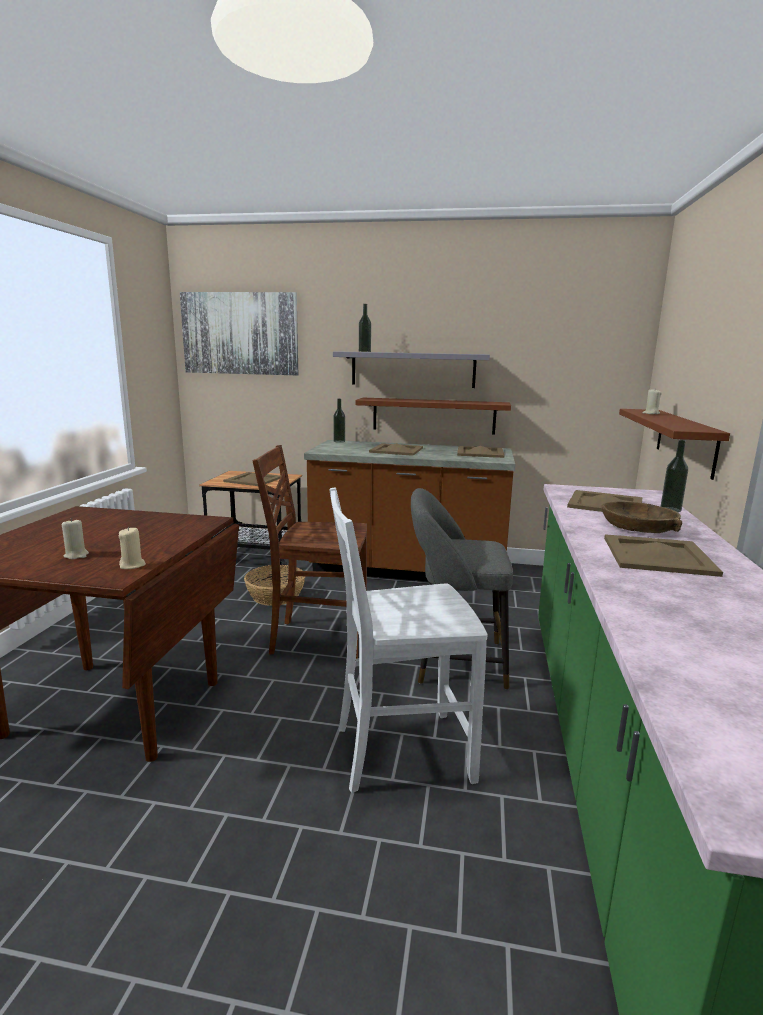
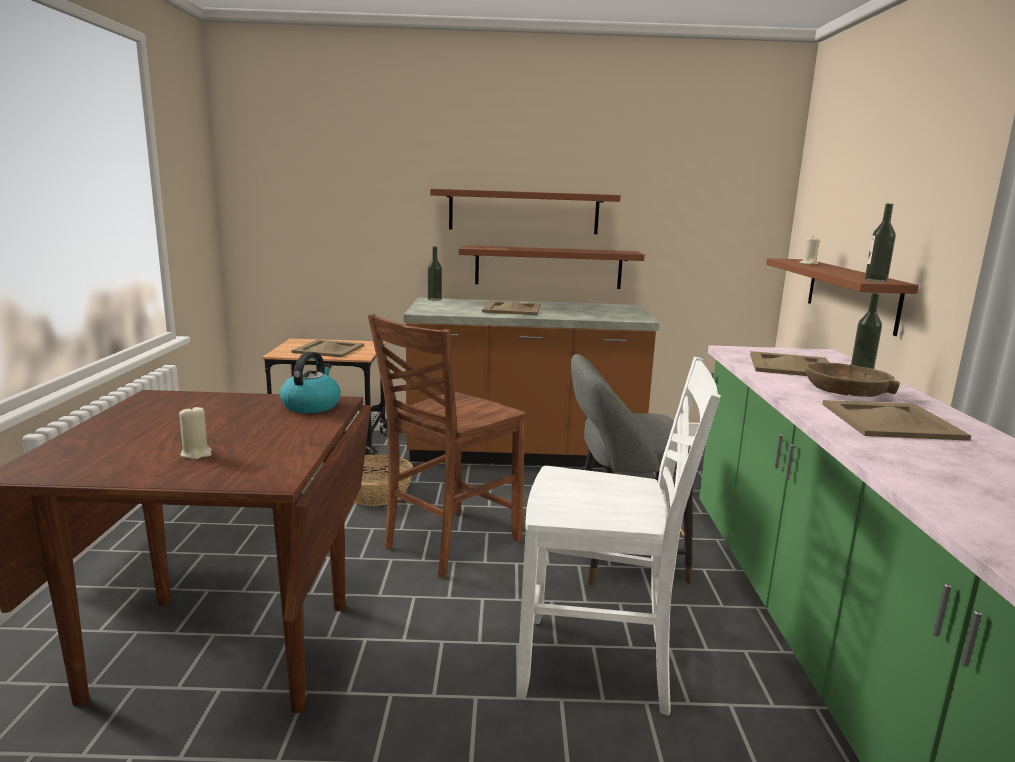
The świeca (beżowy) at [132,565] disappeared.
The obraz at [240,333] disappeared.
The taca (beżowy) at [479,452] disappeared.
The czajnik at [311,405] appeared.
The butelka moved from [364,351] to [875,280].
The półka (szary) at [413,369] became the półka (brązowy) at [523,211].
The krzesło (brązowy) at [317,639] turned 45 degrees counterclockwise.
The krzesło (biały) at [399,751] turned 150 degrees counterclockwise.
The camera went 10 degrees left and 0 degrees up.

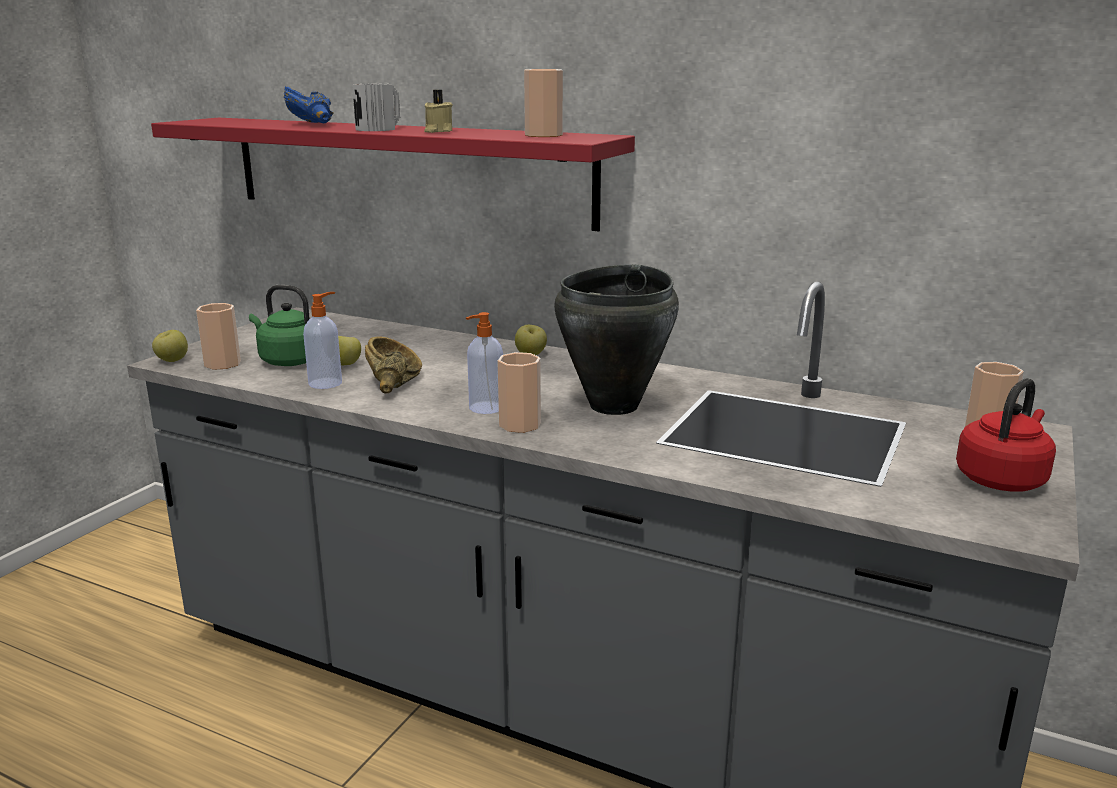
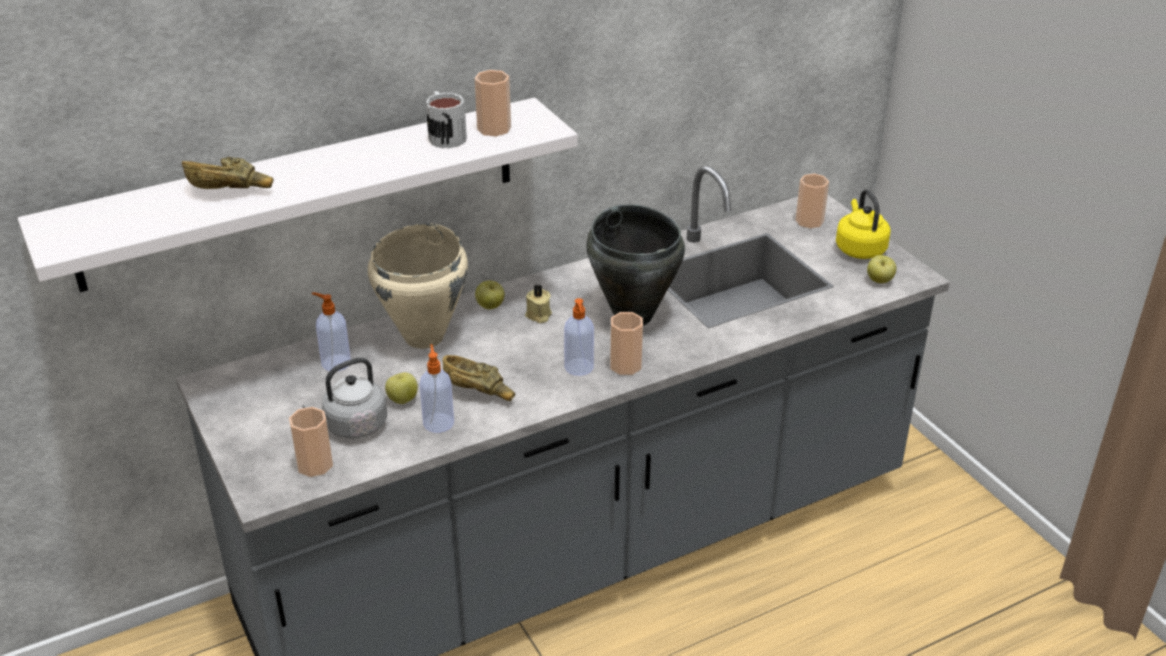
The dozownik mydła at [335,362] appeared.
The garnek (beżowy) at [425,337] appeared.
The jabłko moved from [172,361] to [879,281].
The kubek moved from [381,129] to [444,135].
The świeca (beżowy) moved from [437,131] to [538,315].
The półka (czerwony) at [405,170] became the półka (biały) at [302,192].
The czajnik (zielony) at [288,361] became the czajnik (szary) at [352,426].
The miska (niebieski) at [316,125] became the miska (brązowy) at [231,189].
The czajnik (czerwony) at [1002,479] became the czajnik (żółty) at [859,248].
The camera went 55 degrees left and 15 degrees up.

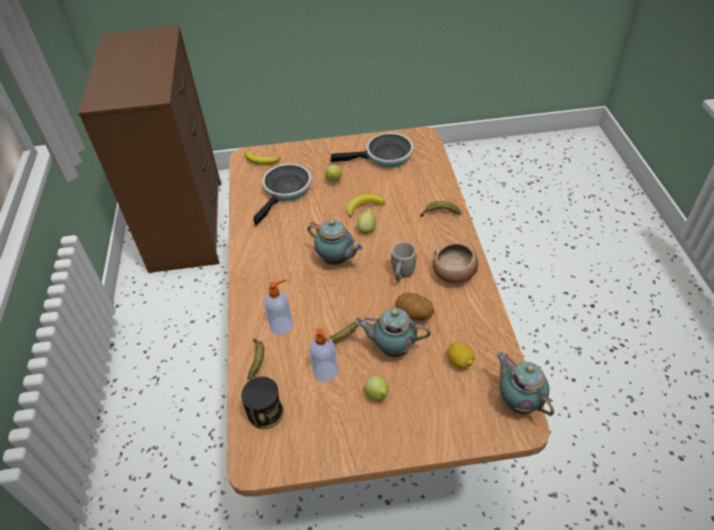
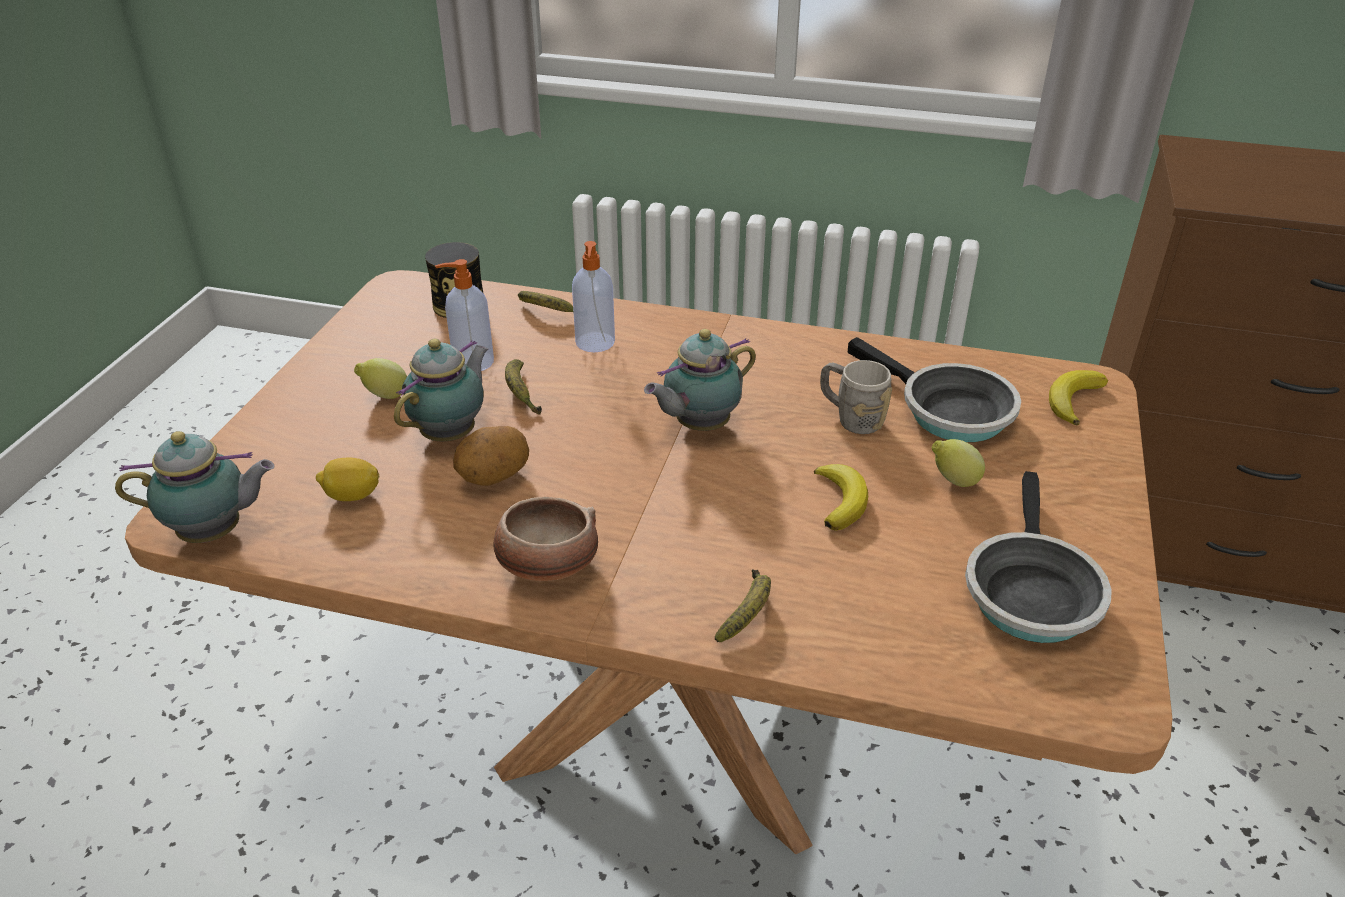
The cytryna at [367,229] disappeared.
The kubek (szary) moved from [402,274] to [851,418].
The camera went 110 degrees right and 10 degrees down.

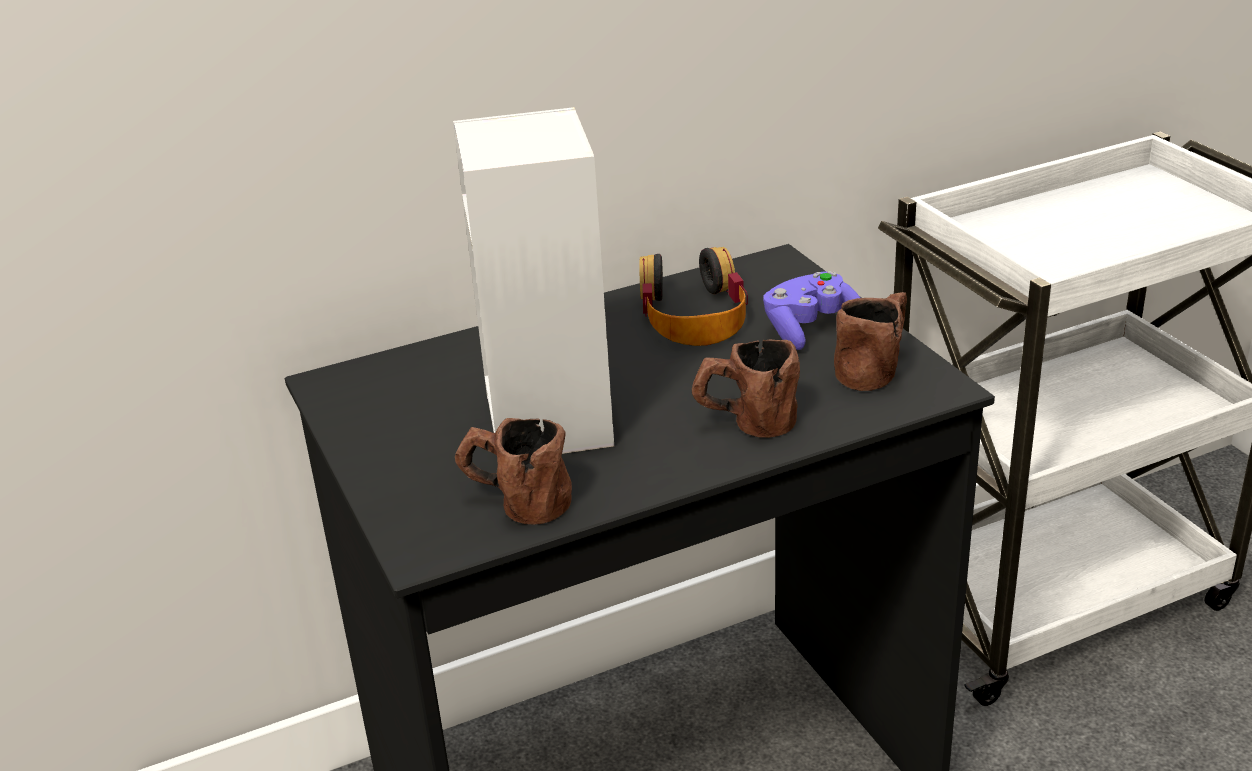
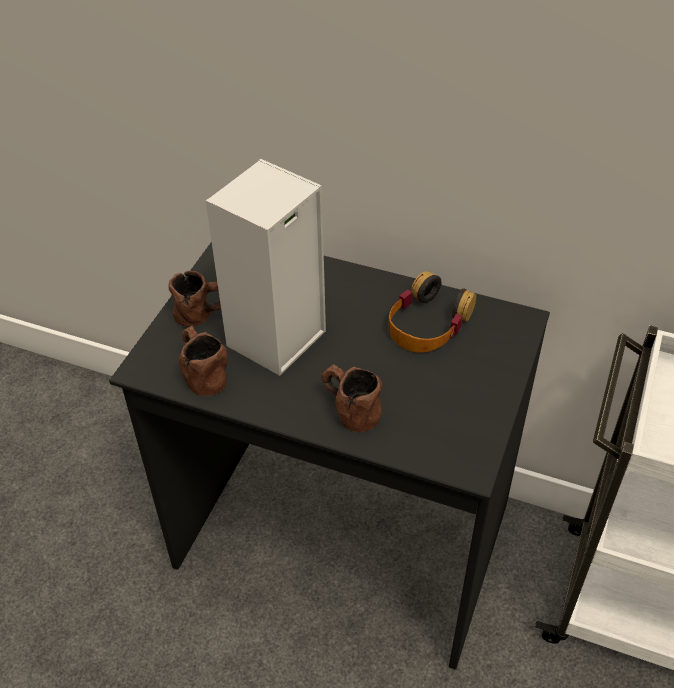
The pad do gier (fioletowy) at [811,328] disappeared.
The kubek (brązowy) moved from [875,367] to [205,314].
The camera went 45 degrees right and 15 degrees up.

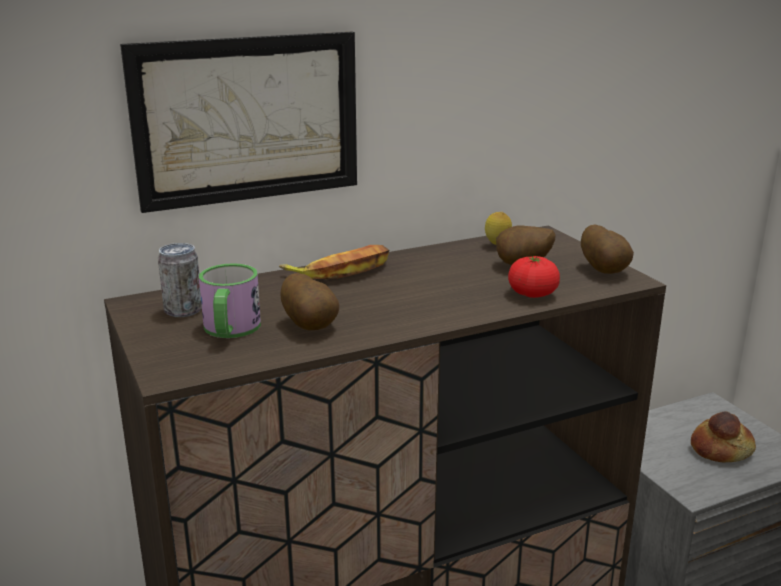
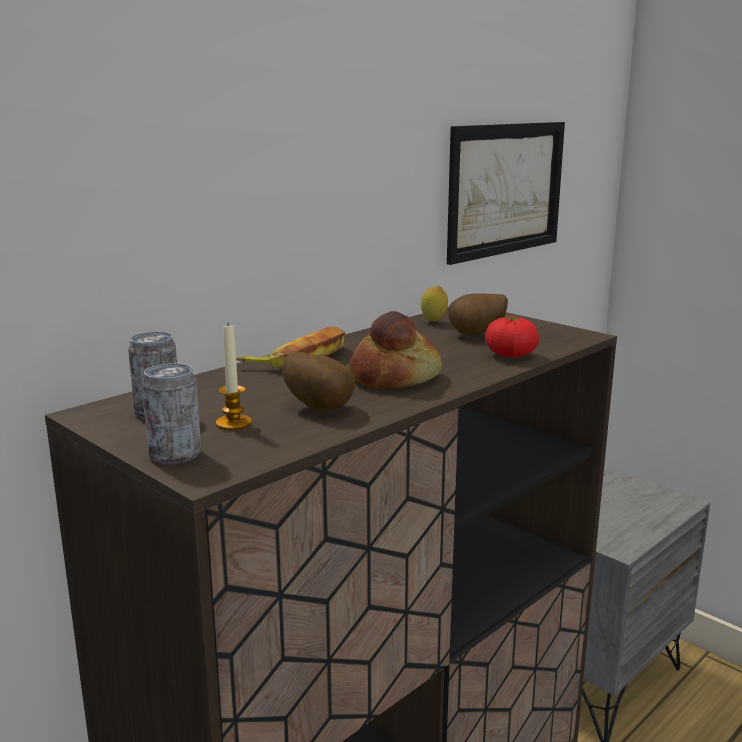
The ziemniak at [605,270] disappeared.
The puszka at [175,455] appeared.
The obraz moved from [247,119] to [506,189].
The chleb moved from [721,450] to [395,378].
The kubek at [230,330] was replaced by the świeca at [233,423].
The camera went 20 degrees left and 5 degrees down.

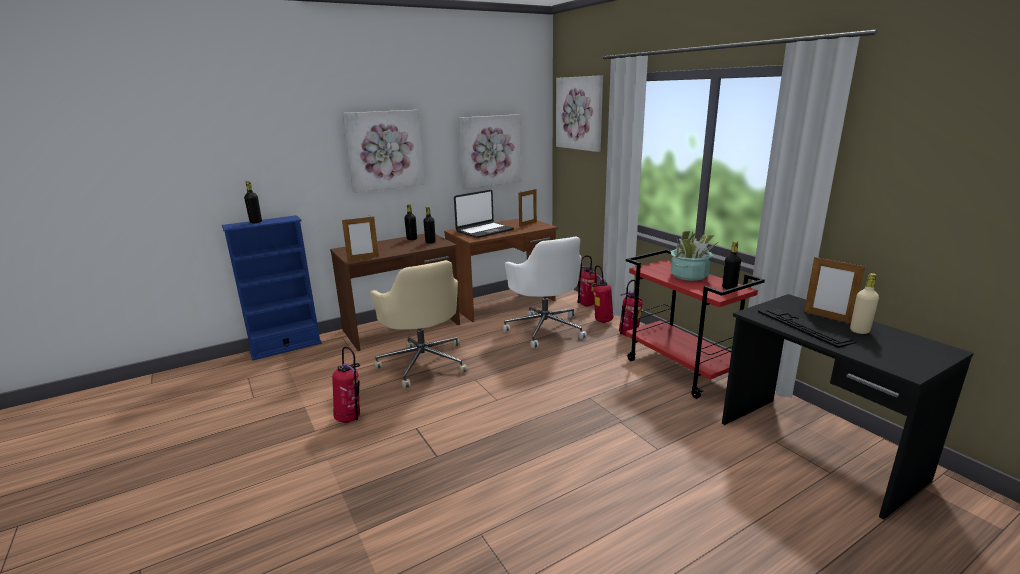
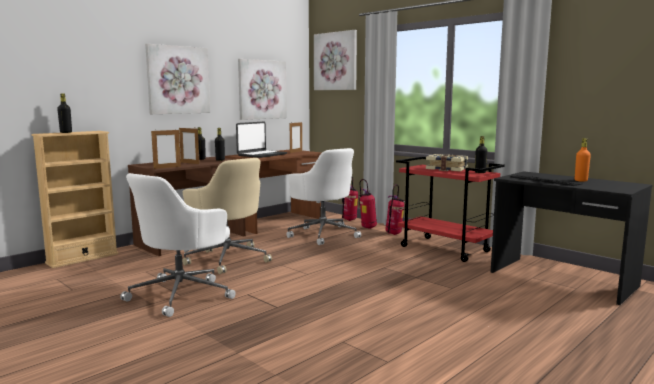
The ramka na zdjęcie moved from [827,317] to [190,163].
The gaśnica at [350,419] was replaced by the krzesło biurowe (biały) at [182,294].
The roślina doniczkowa at [689,275] was replaced by the książka at [447,169].
The regał (niebieski) at [286,347] became the regał (beżowy) at [82,258].
The butelka (beżowy) at [859,331] became the butelka (pomarańczowy) at [581,180].
The camera went 15 degrees left and 10 degrees down.

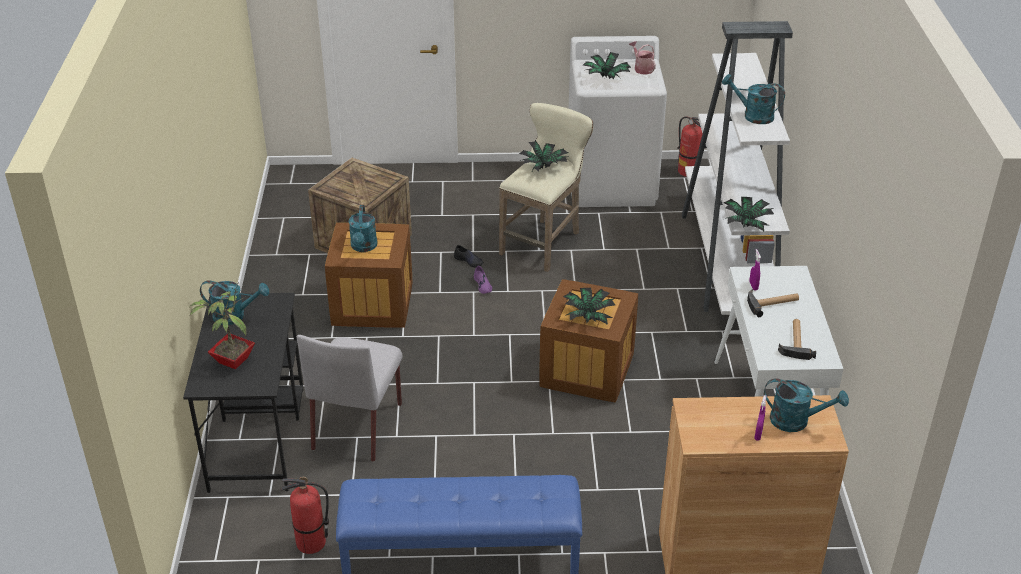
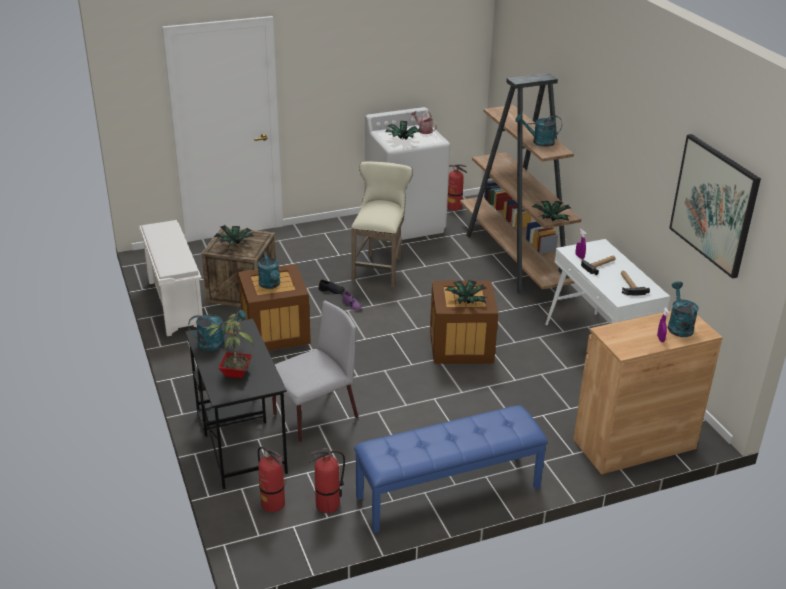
The regał na buty (biały) at [174,304] appeared.
The gaśnica at [273,504] appeared.
The obraz at [714,204] appeared.
The roślina doniczkowa moved from [544,168] to [235,244].
The regał (biały) at [729,262] became the regał (brązowy) at [516,260].
The krzesło (szary) at [357,425] turned 120 degrees counterclockwise.
The konewka (turkusowy) at [796,421] turned 90 degrees counterclockwise.
The camera went 20 degrees left and 5 degrees down.

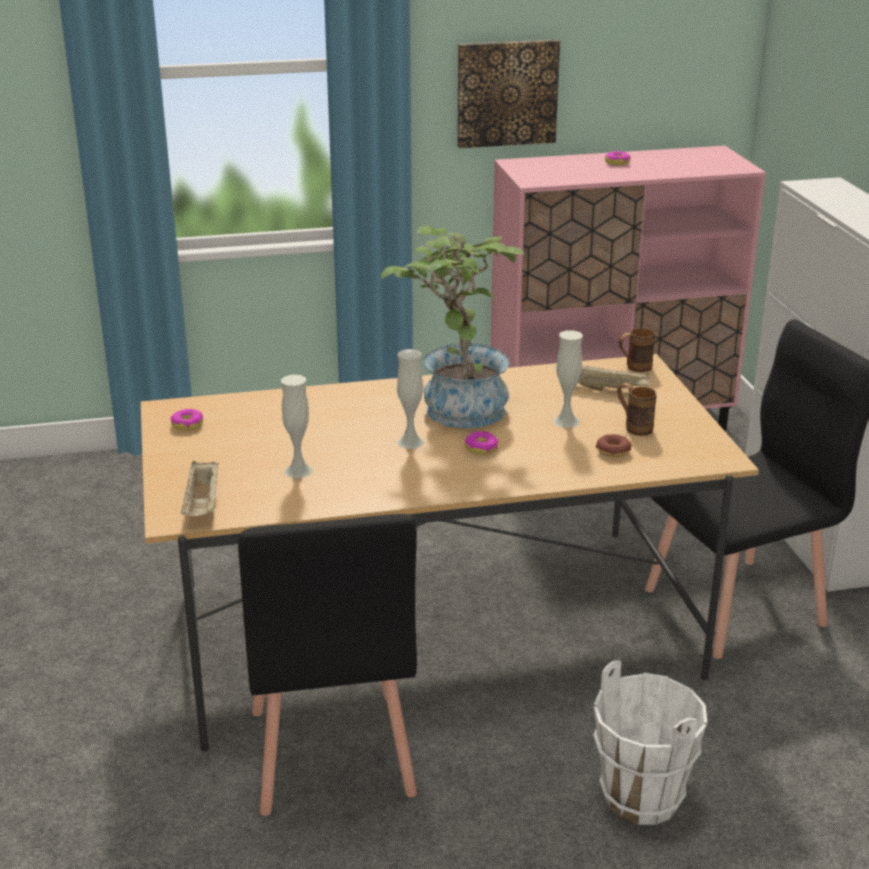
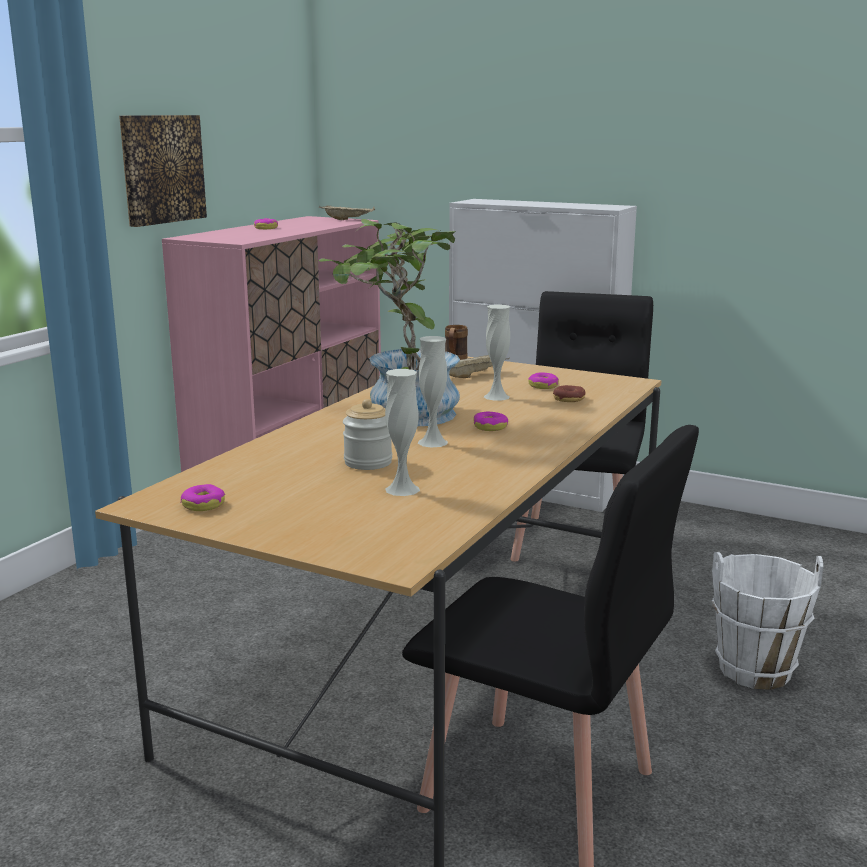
The słoik at [368,462] appeared.
The taca (beżowy) moved from [203,504] to [348,220].
The kubek (brązowy) at [633,427] was replaced by the donut at [543,386].
The camera went 50 degrees left and 10 degrees down.

